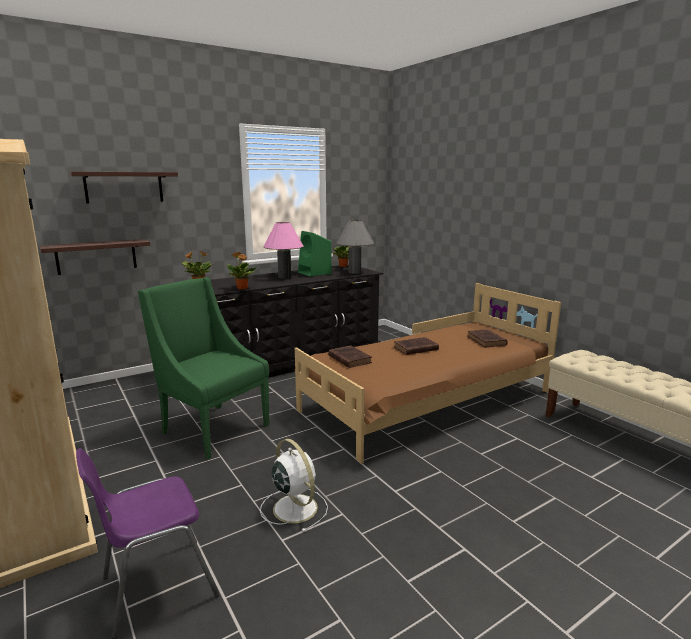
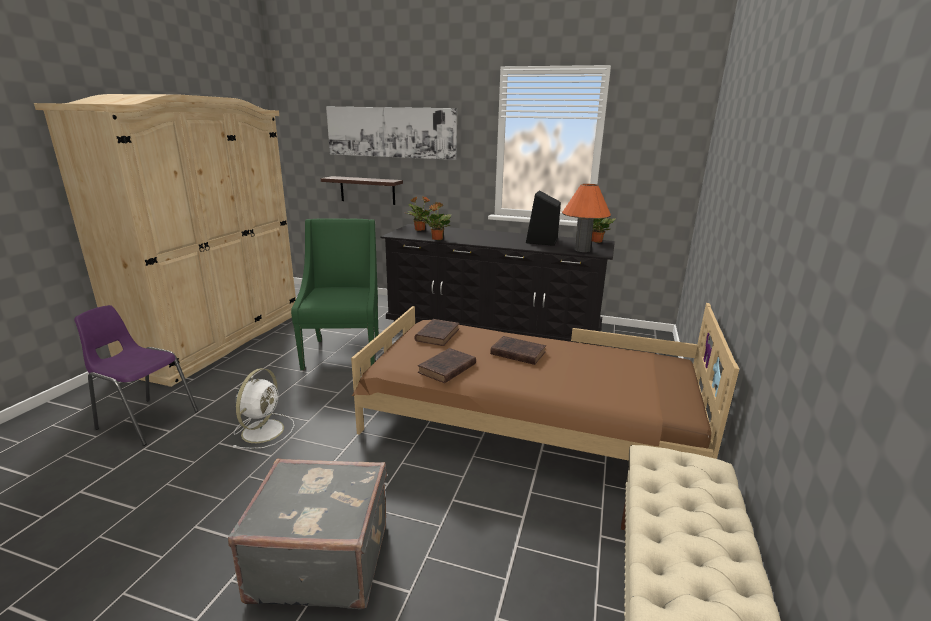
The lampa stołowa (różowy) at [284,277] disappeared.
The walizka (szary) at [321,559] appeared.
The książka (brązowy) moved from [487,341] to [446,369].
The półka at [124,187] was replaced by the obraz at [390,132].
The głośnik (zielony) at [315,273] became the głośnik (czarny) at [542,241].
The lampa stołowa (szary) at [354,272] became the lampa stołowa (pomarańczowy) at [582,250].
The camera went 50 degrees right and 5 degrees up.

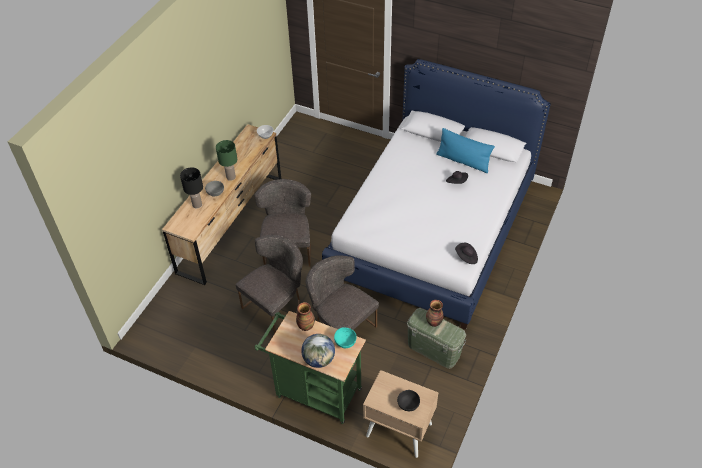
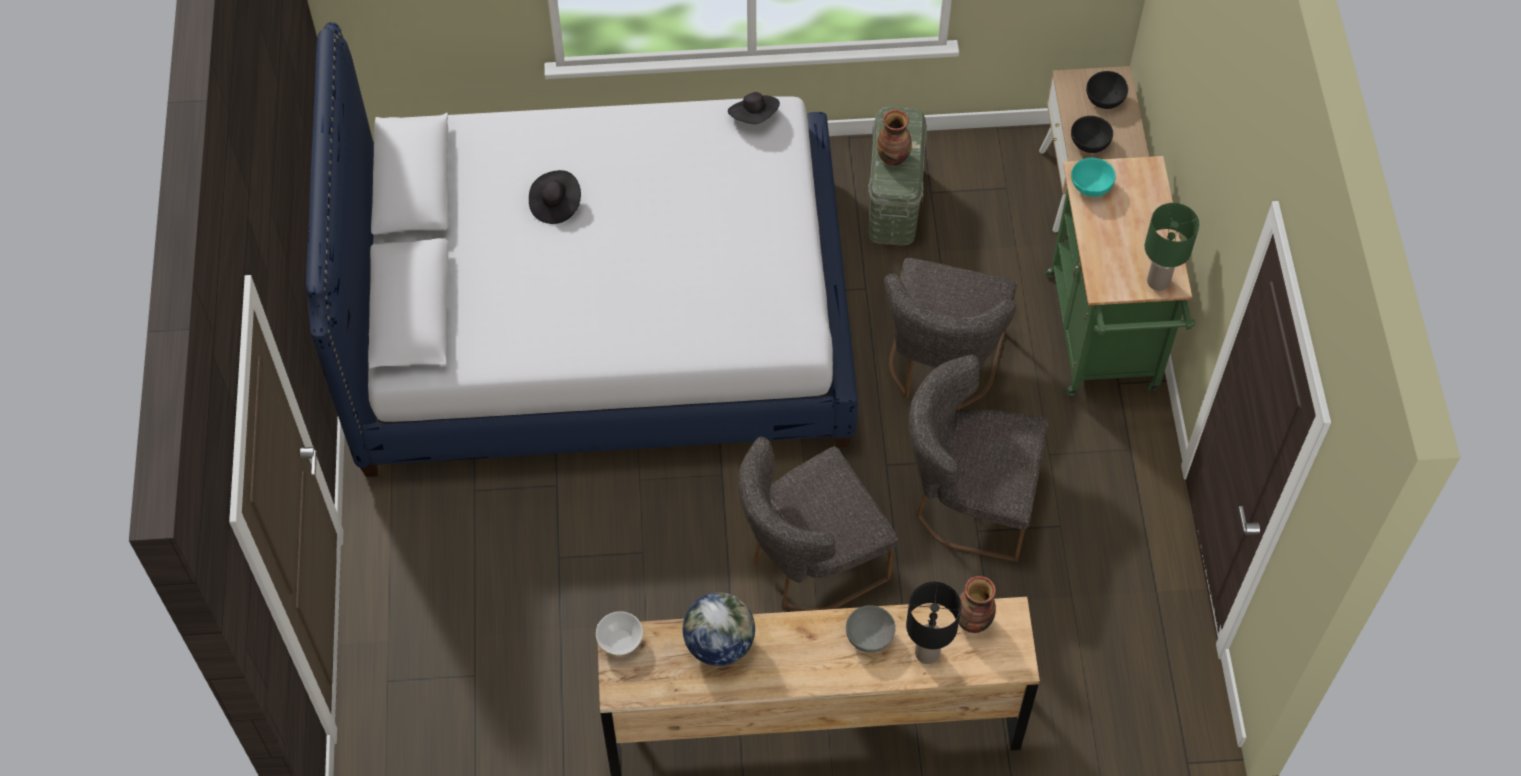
The poduszka (niebieski) at [463,161] disappeared.
The miska (czarny) at [1088,143] appeared.
The lampa stołowa (zielony) moved from [230,177] to [1159,281].
The wazon moved from [305,326] to [972,621].
The globus moved from [319,359] to [719,644].
The camera went 120 degrees left and 10 degrees up.

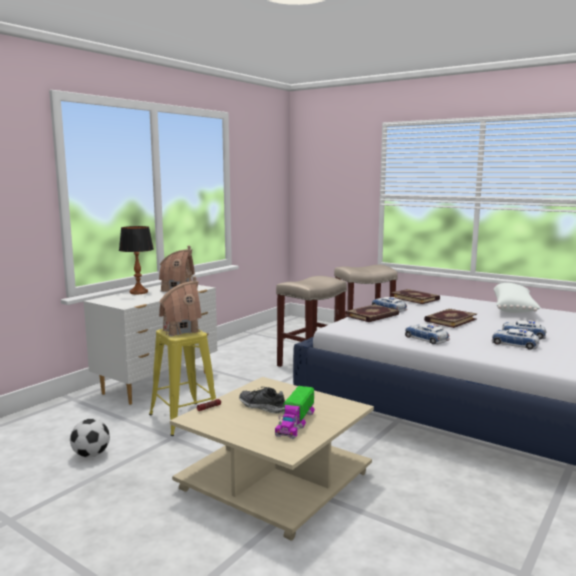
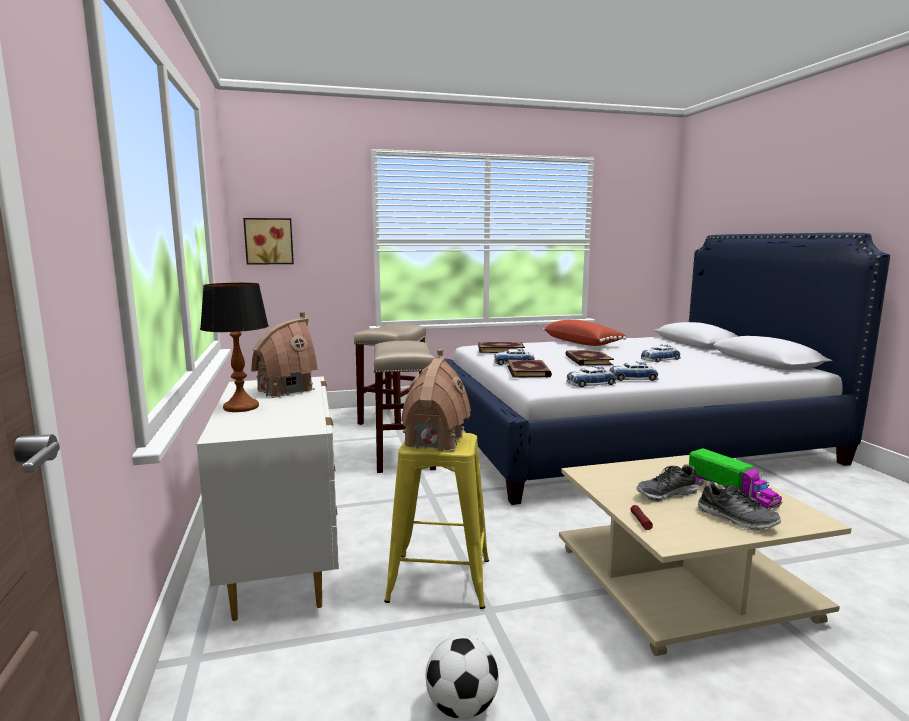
The obraz at [269,241] appeared.
The but at [736,519] appeared.
The samochodzik moved from [515,344] to [590,383].
The poduszka (biały) at [514,309] became the poduszka (czerwony) at [583,343].
The camera went 50 degrees left and 0 degrees up.

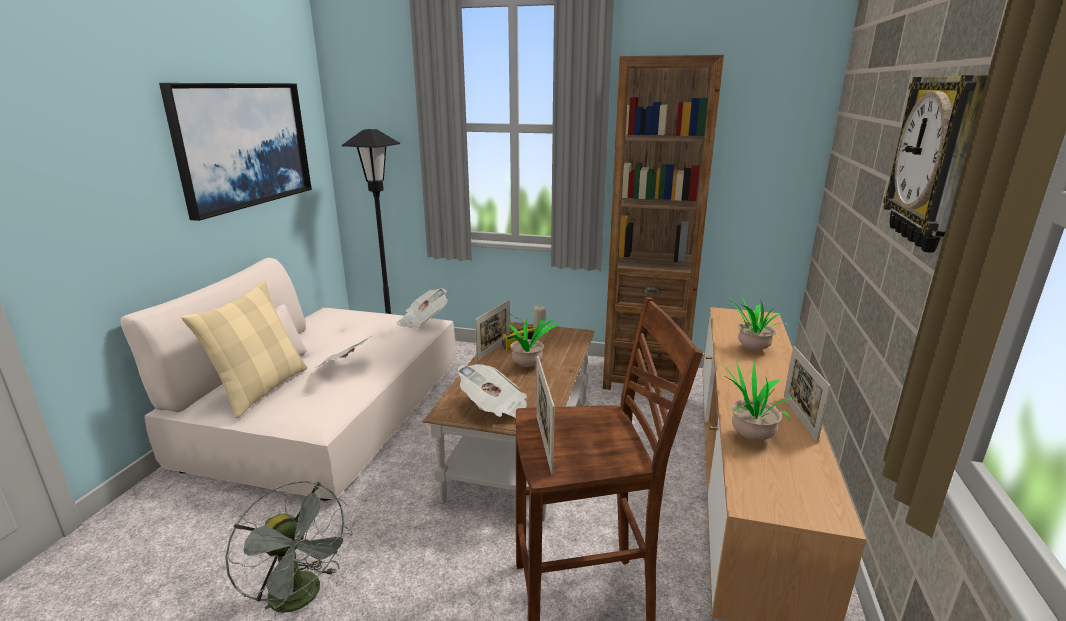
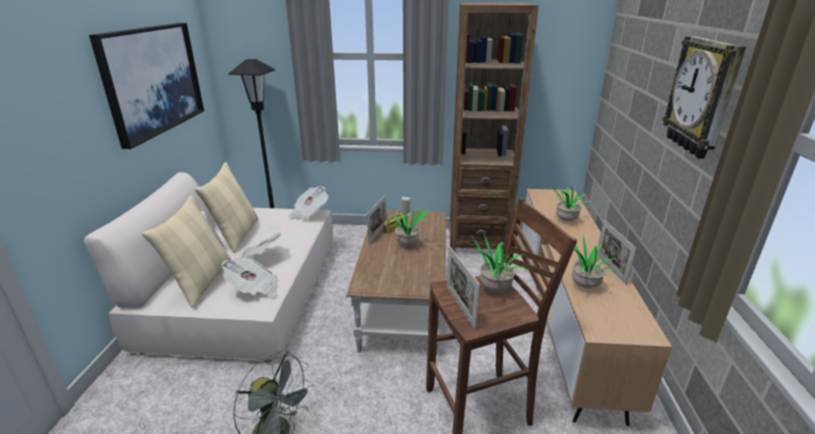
The poduszka (beżowy) at [236,235] appeared.
The roślina doniczkowa at [492,289] appeared.
The gazeta moved from [496,409] to [254,289].
The camera went 10 degrees left and 5 degrees up.

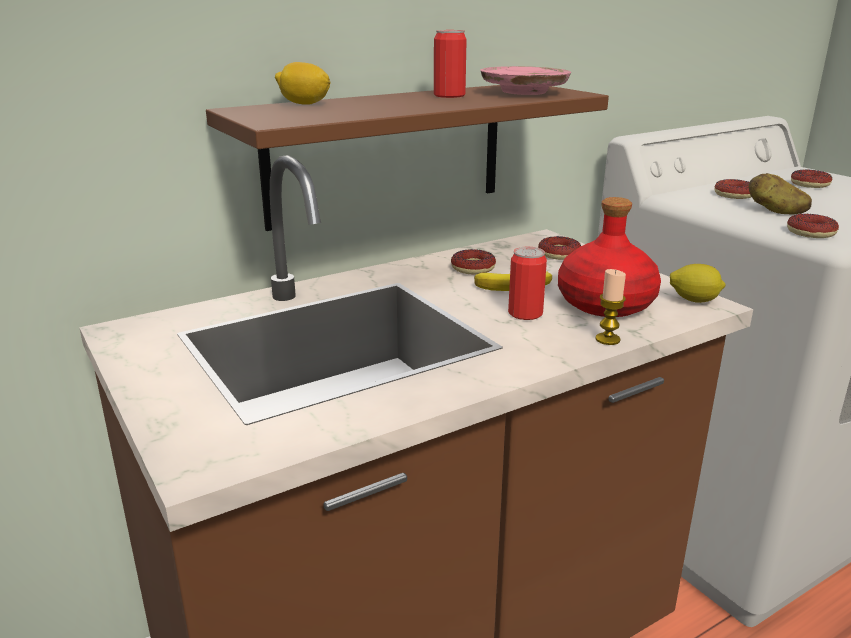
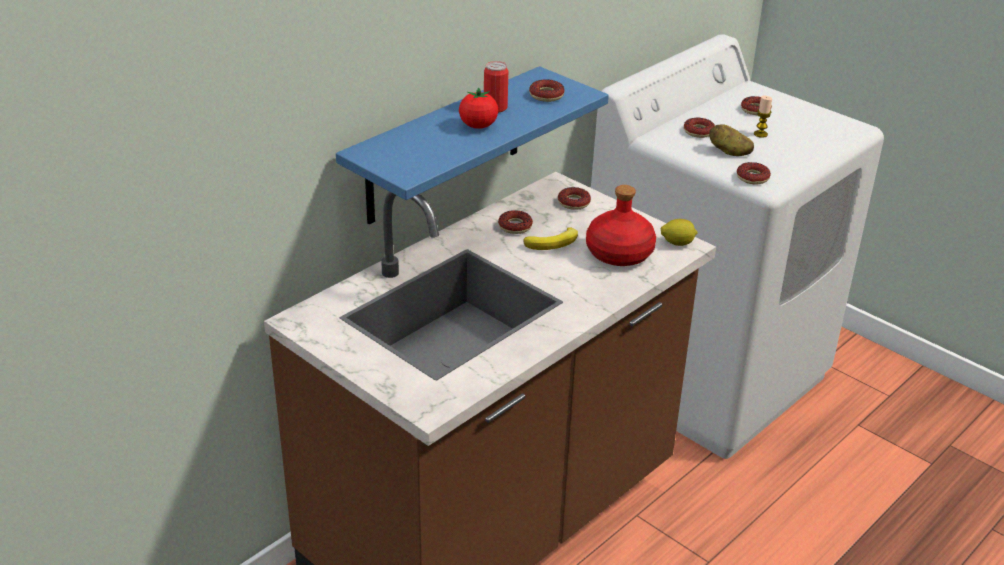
The cytryna at [304,104] disappeared.
The puszka at [525,313] disappeared.
The pomidor at [478,126] appeared.
The świeca moved from [607,339] to [760,134].
The talerz (różowy) at [523,92] was replaced by the donut at [546,95].
The półka (brązowy) at [387,153] became the półka (niebieski) at [444,146].
The camera went 15 degrees left and 10 degrees up.

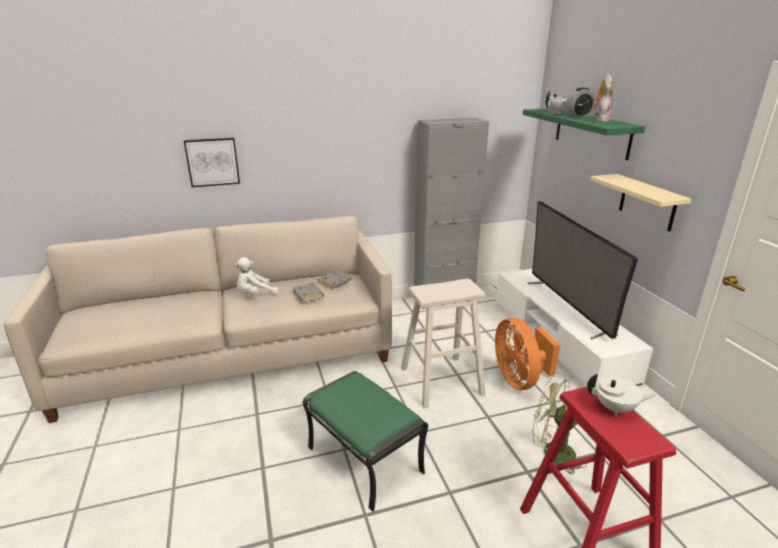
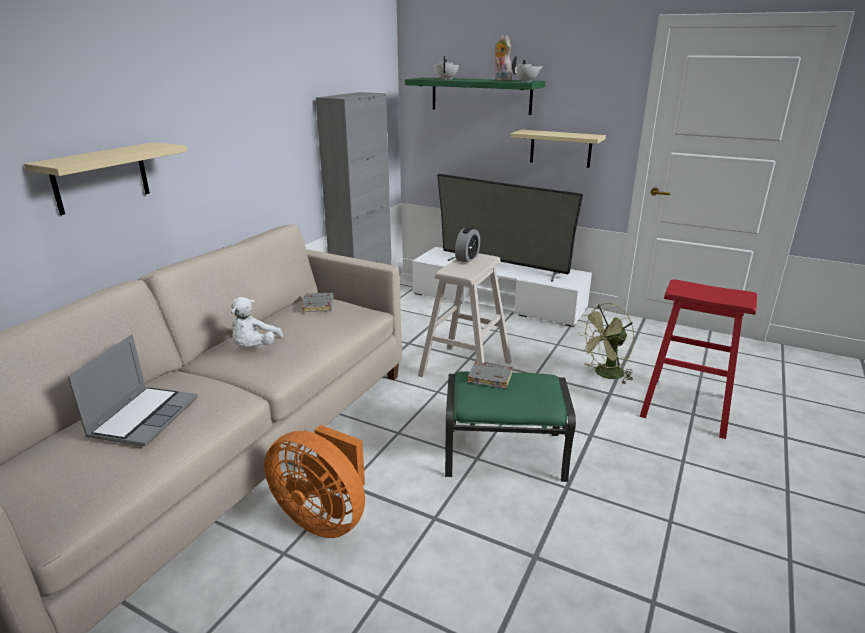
The laptop at [144,416] appeared.
The książka (szary) moved from [308,295] to [490,378].
The wentylator (pomarańczowy) moved from [519,379] to [324,517].
The budzik moved from [578,116] to [467,258].
The imbryk (biały) moved from [615,408] to [526,81].
The obraz at [212,162] was replaced by the półka (beżowy) at [101,178].
The camera went 45 degrees left and 0 degrees up.

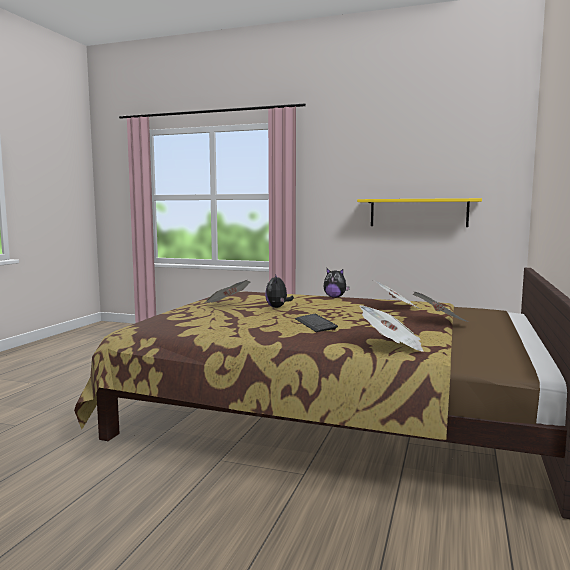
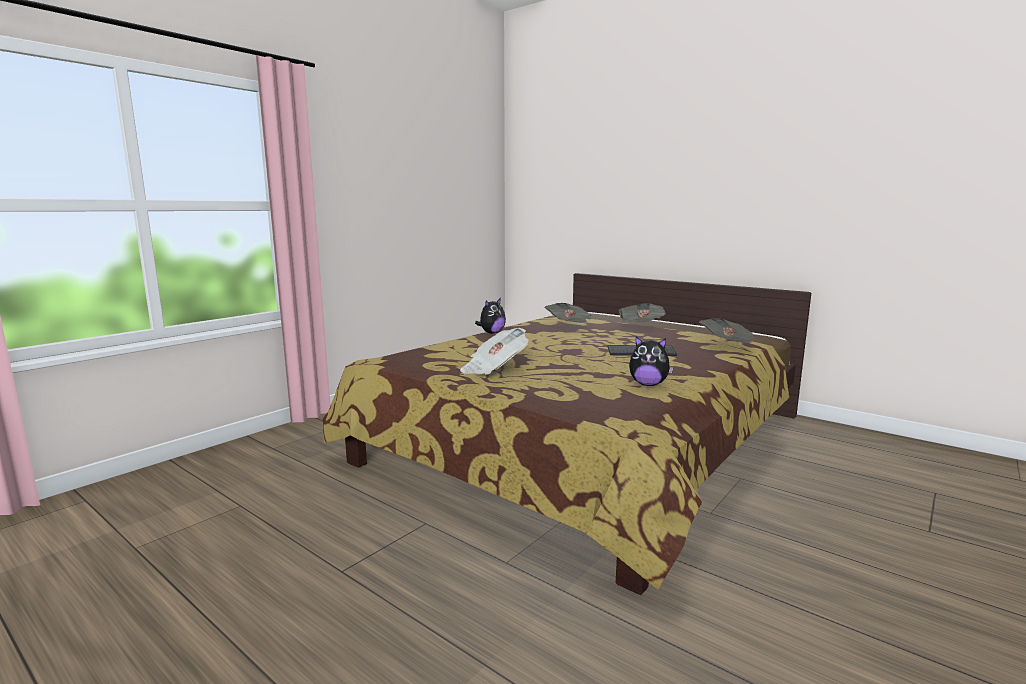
The półka (żółty) at [418,213] disappeared.
The pluszak moved from [277,307] to [648,384].
The camera went 70 degrees left and 5 degrees up.

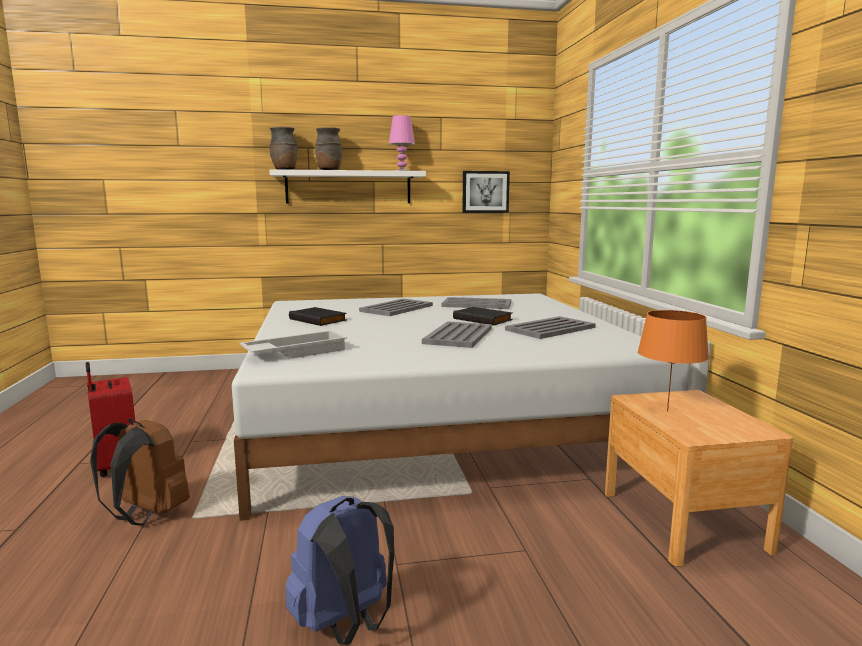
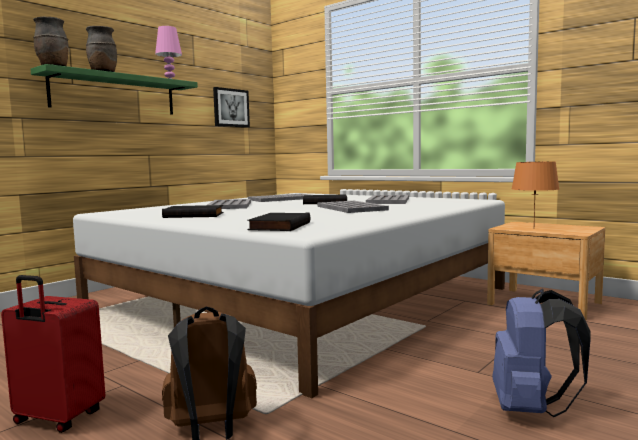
The taca (biały) at [295,352] was replaced by the książka (czarny) at [279,226].
The półka (biały) at [348,187] became the półka (zielony) at [115,94].
The camera went 40 degrees left and 5 degrees down.

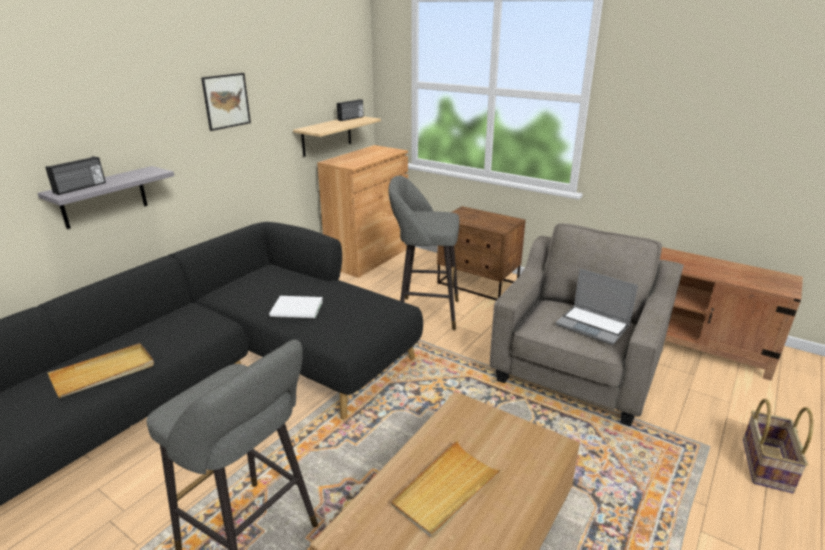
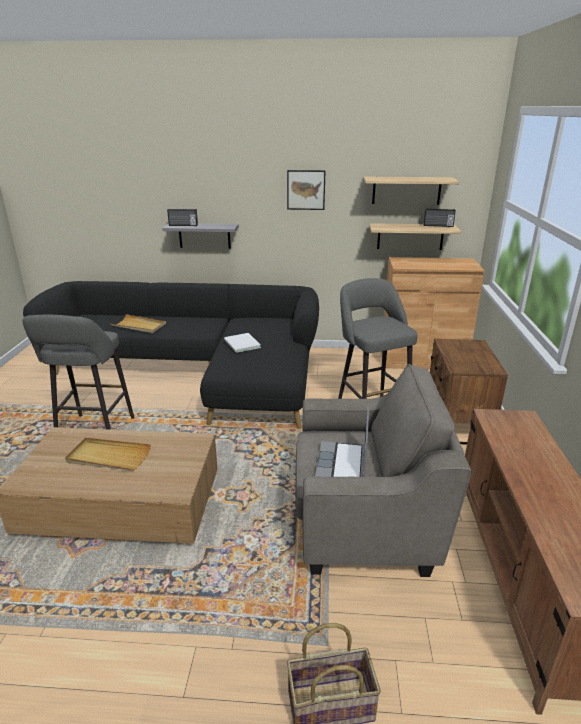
The półka at [406,190] appeared.
The camera went 60 degrees right and 0 degrees up.

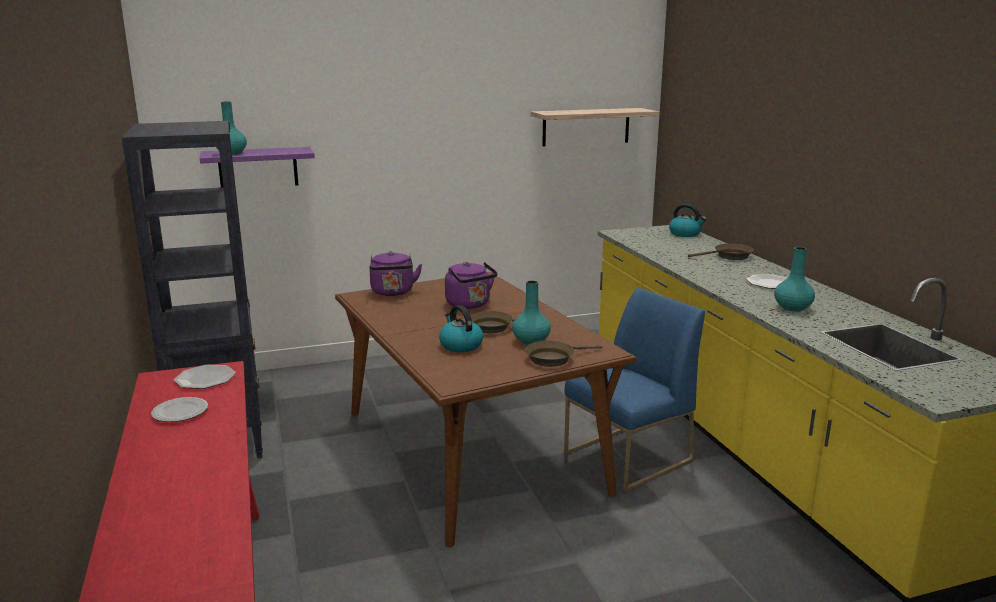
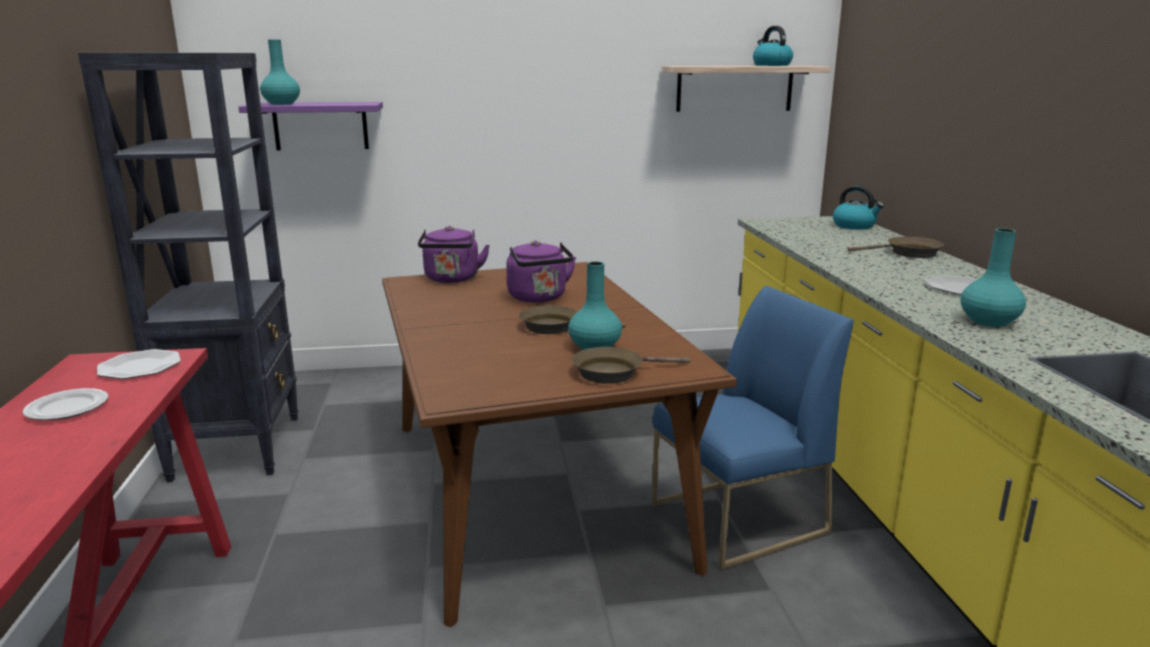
The czajnik moved from [460,345] to [771,65].
The camera went 10 degrees right and 0 degrees up.

